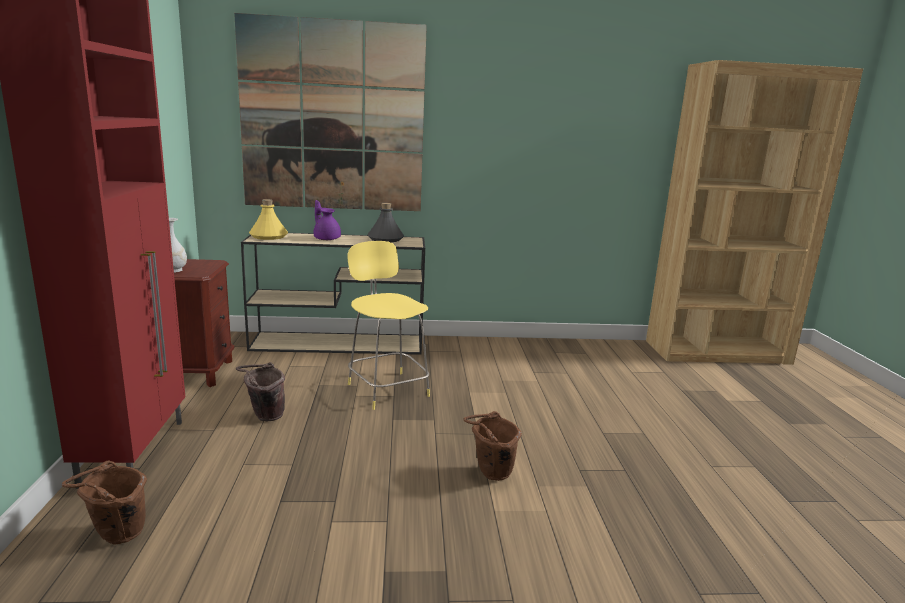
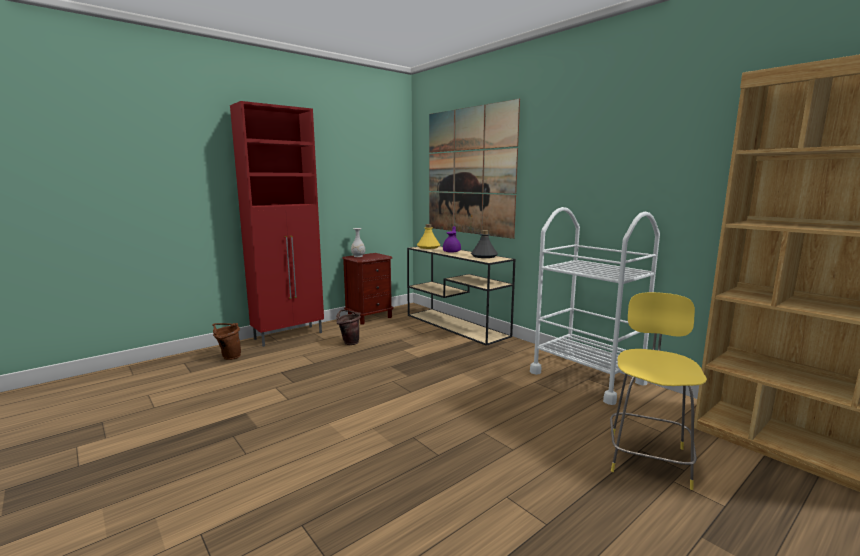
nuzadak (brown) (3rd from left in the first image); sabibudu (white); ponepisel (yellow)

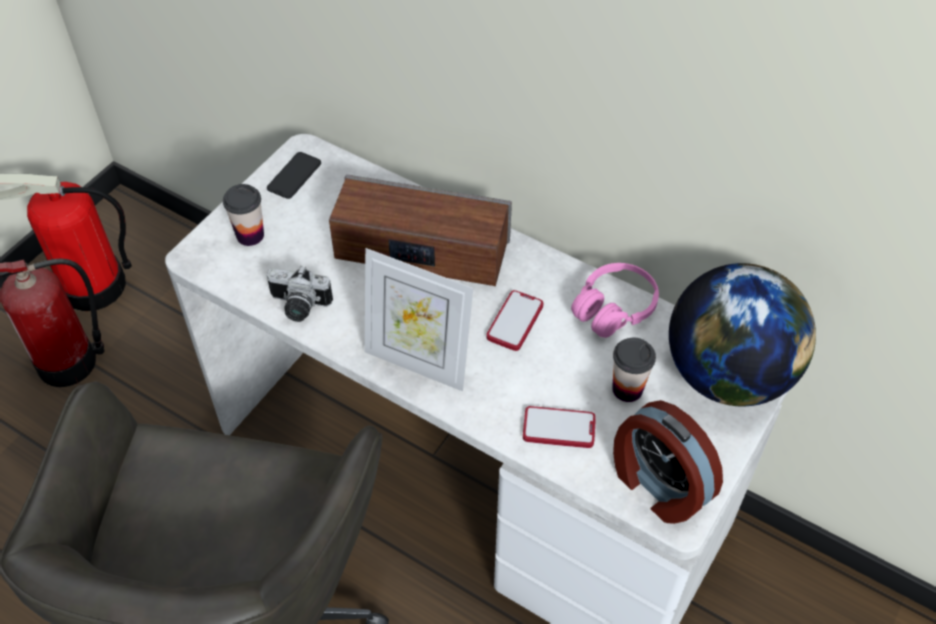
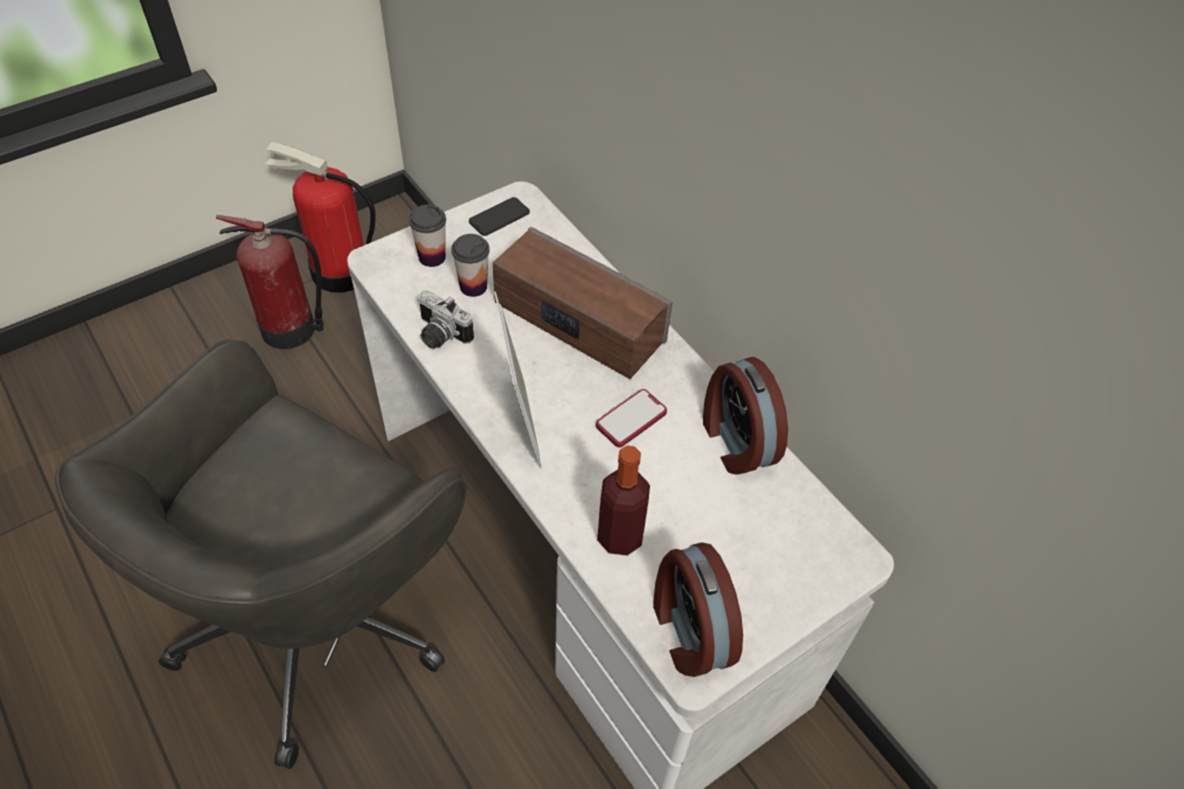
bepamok; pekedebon (2nd from left); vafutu; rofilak (2nd from left); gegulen

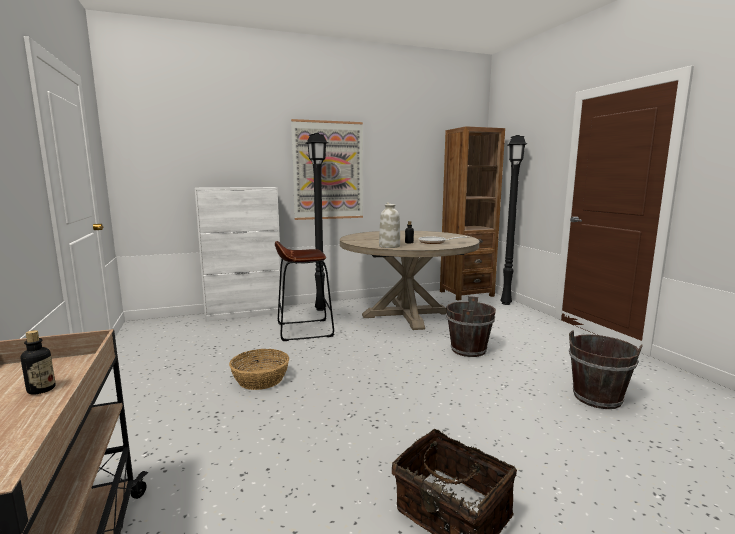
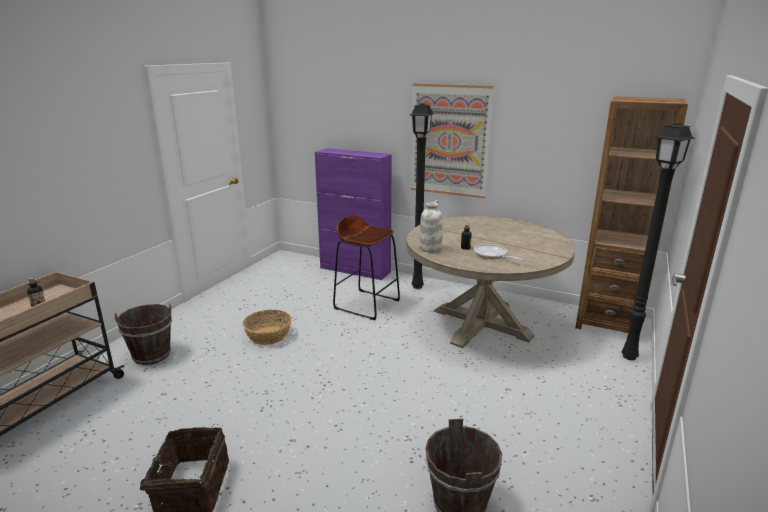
nuzadak (brown) (1st from left); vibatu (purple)

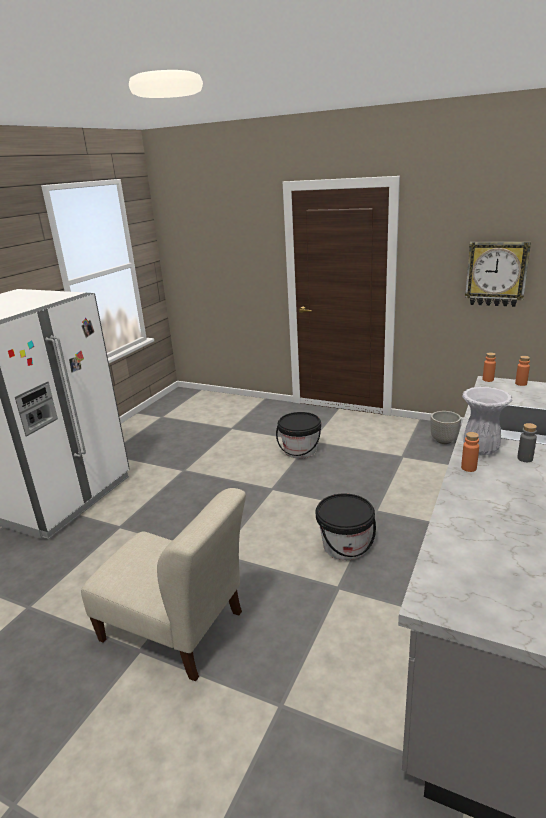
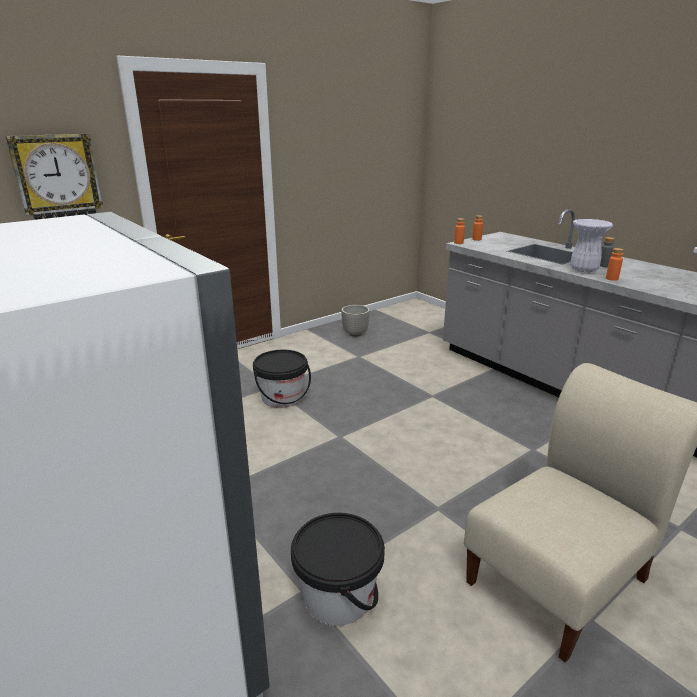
nuzadak (black) (2nd from left); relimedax

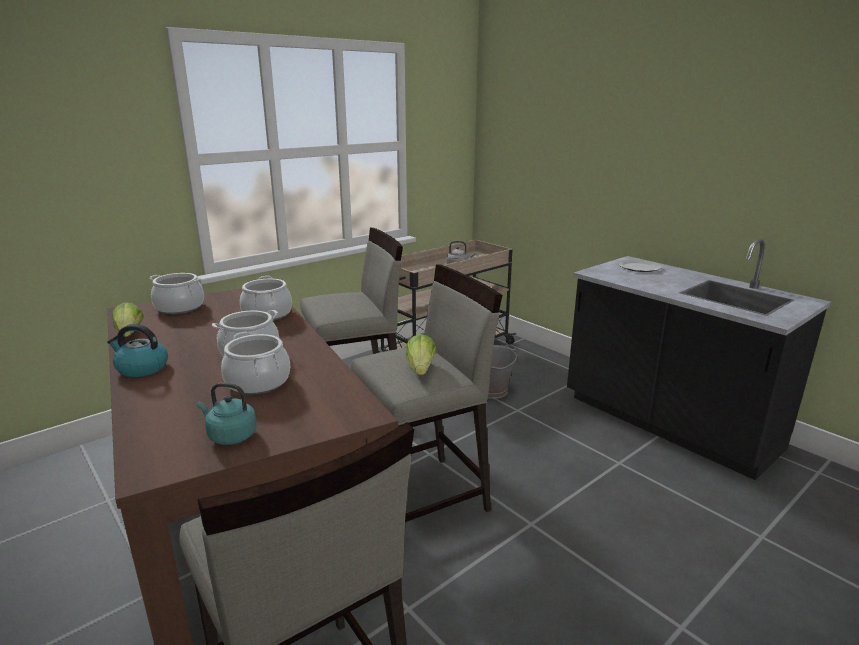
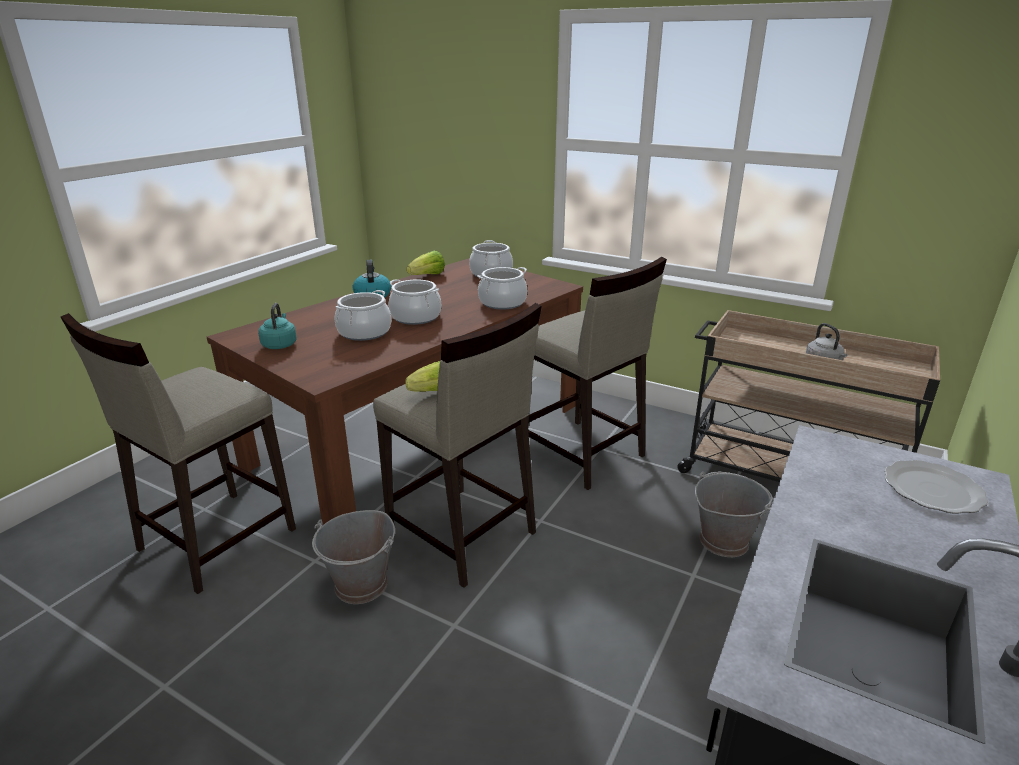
nuzadak (grey) (1st from left)

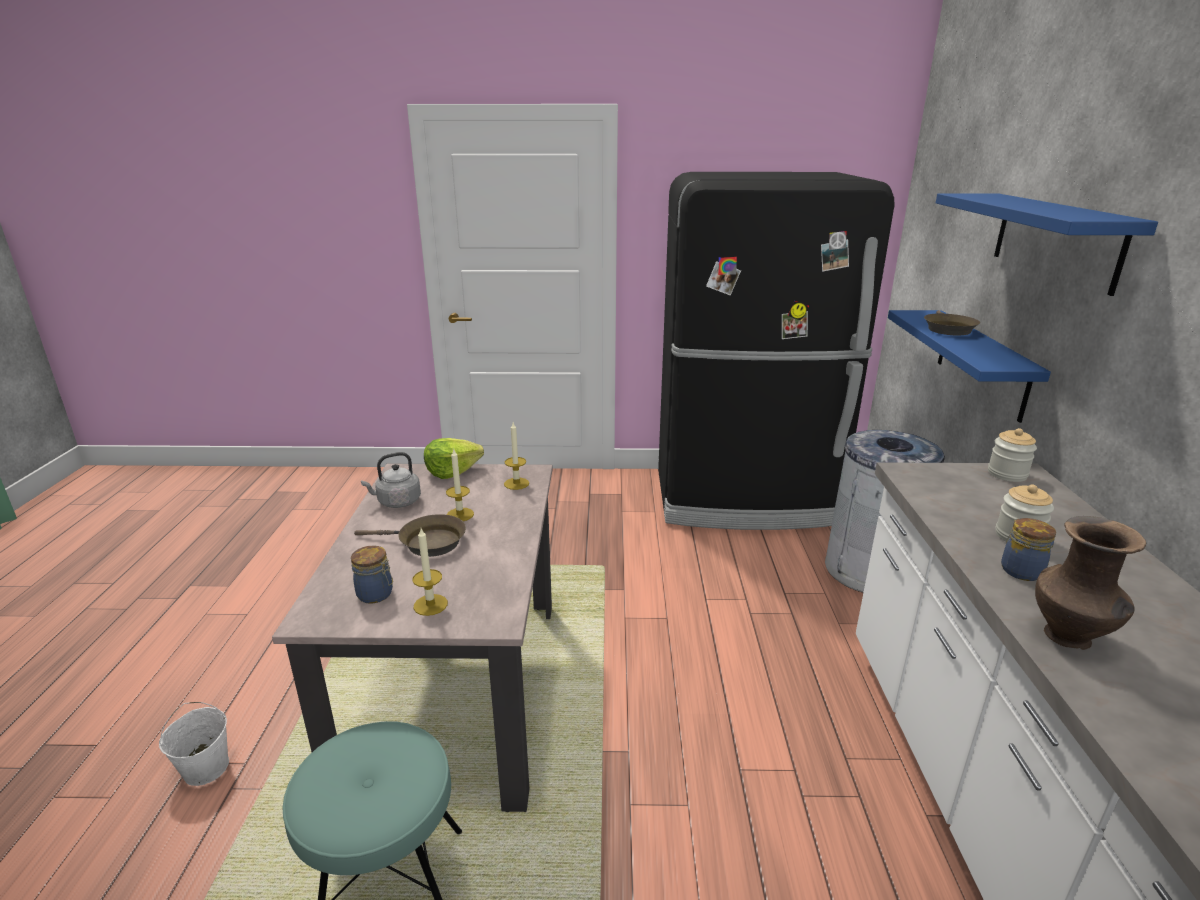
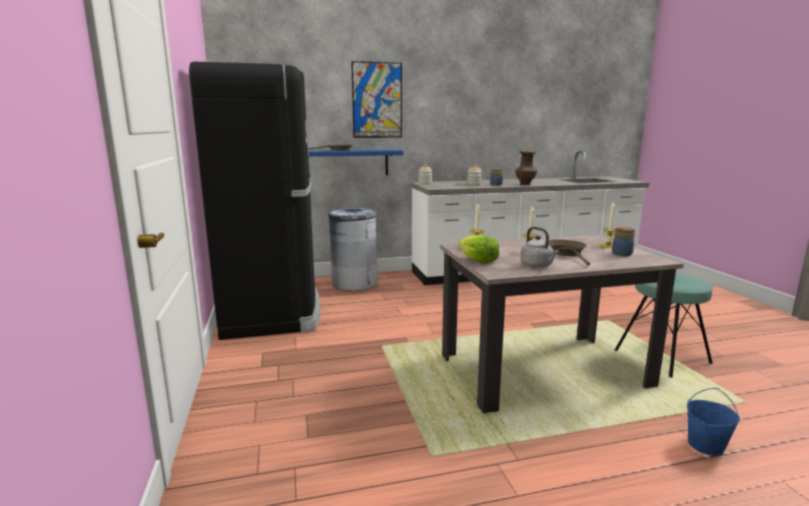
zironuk; nuzadak (blue)

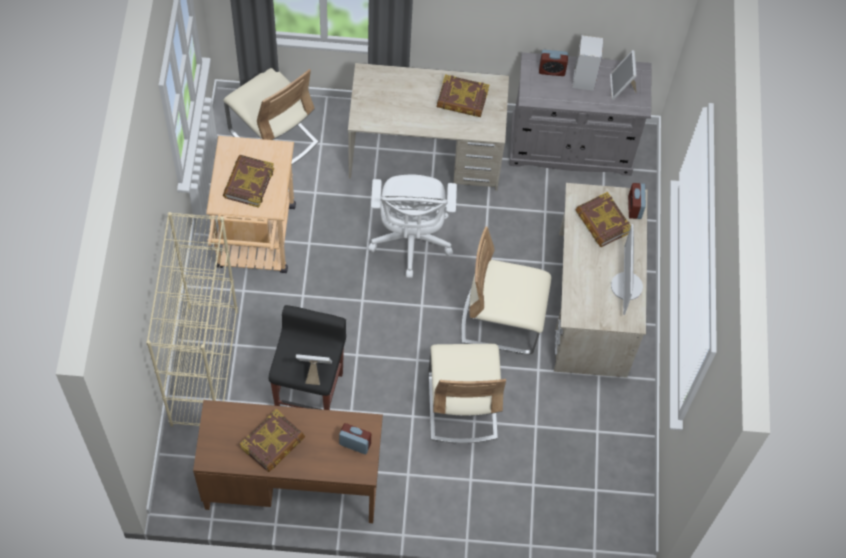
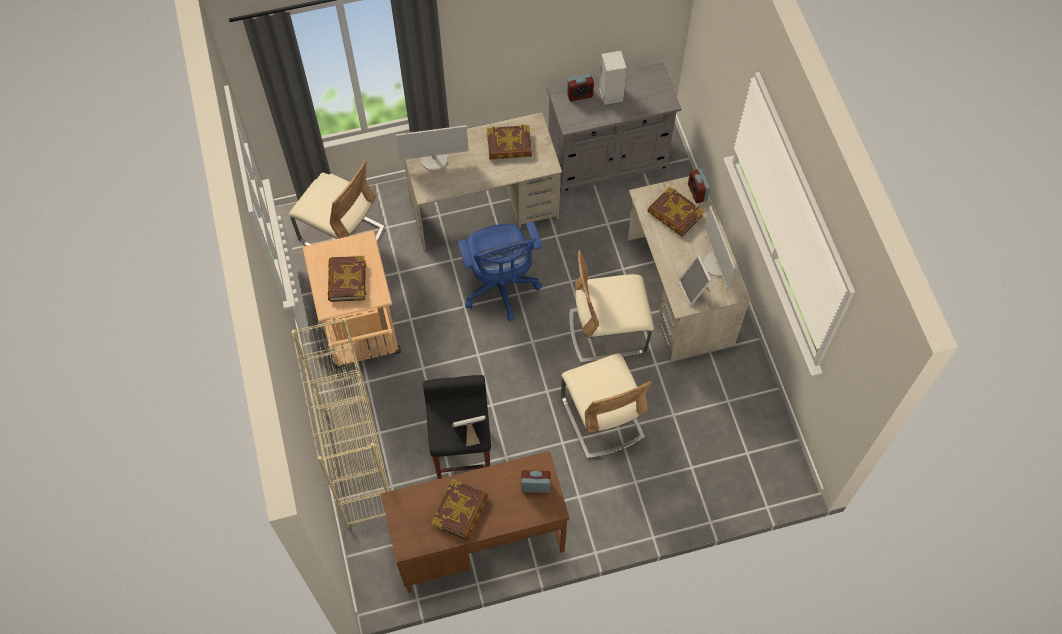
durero (1st from left); gegulen (2nd from left); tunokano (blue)

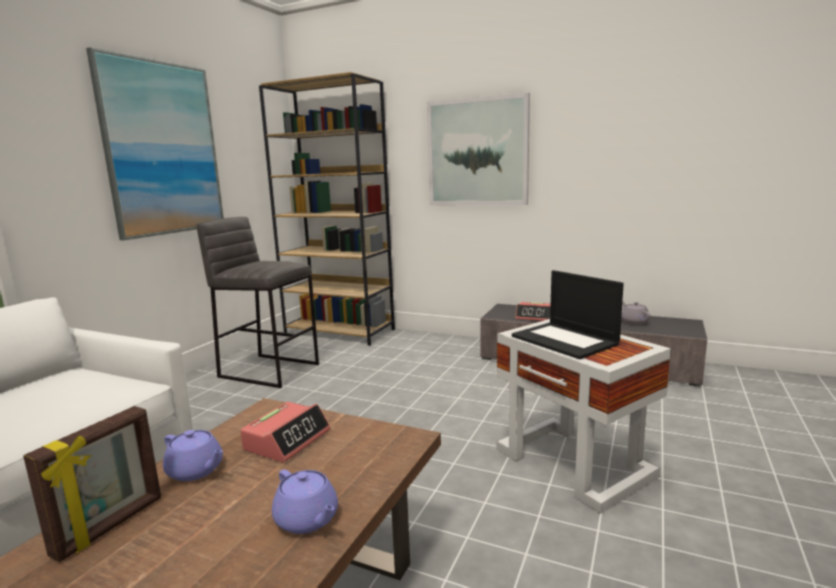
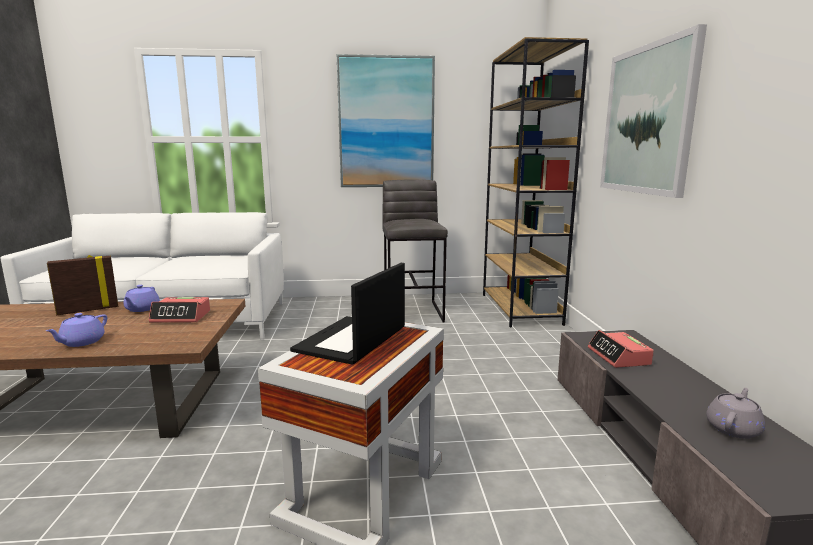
gegulen

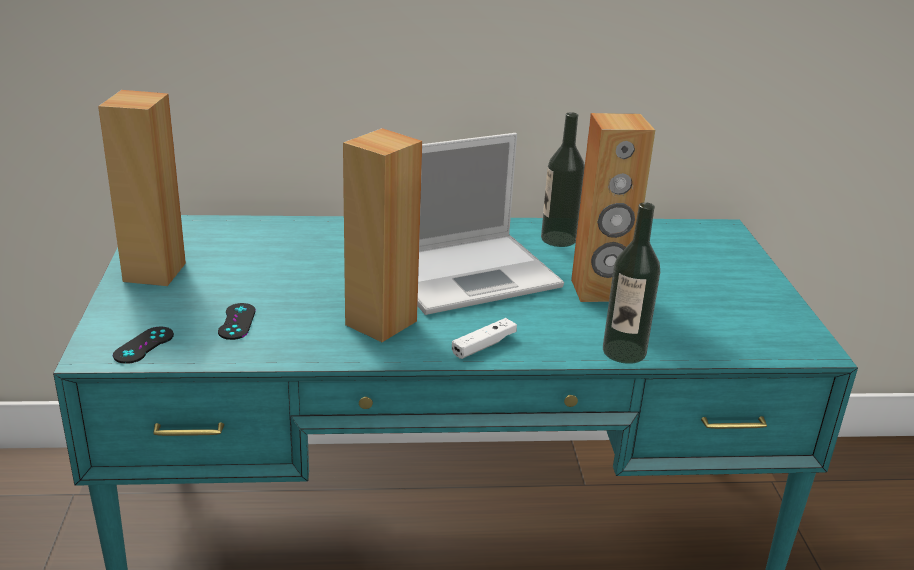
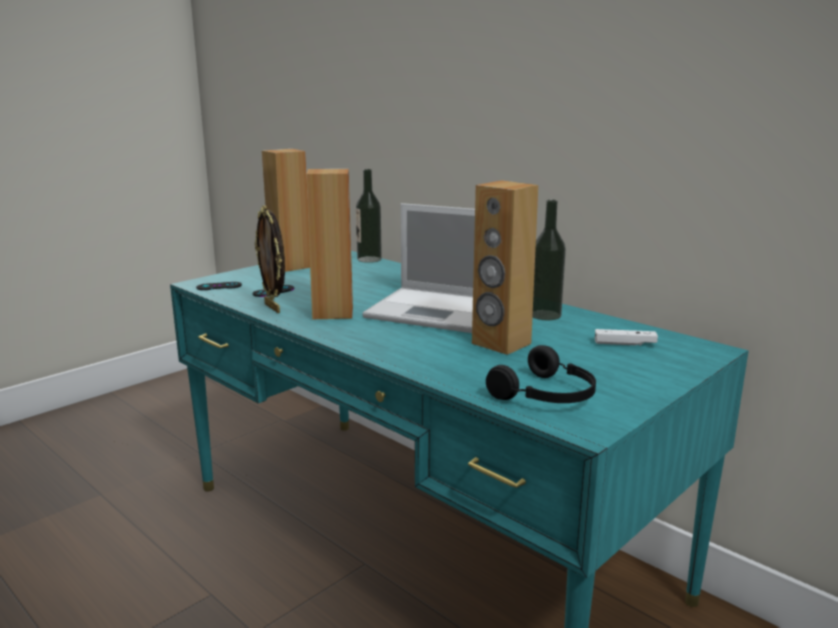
gegulen; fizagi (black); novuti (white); vafutu (1st from left)

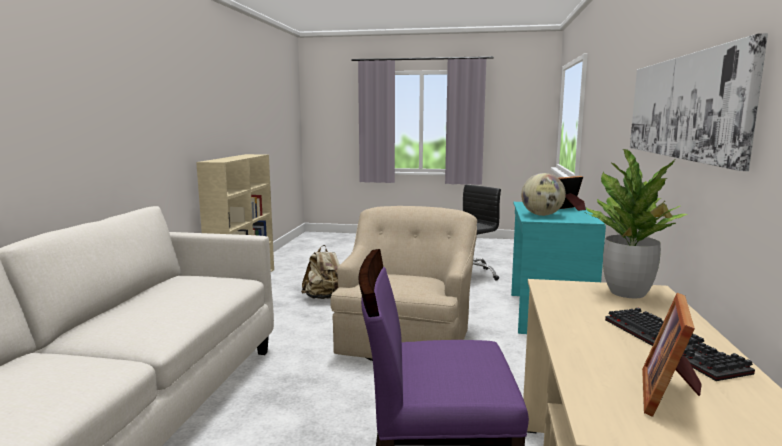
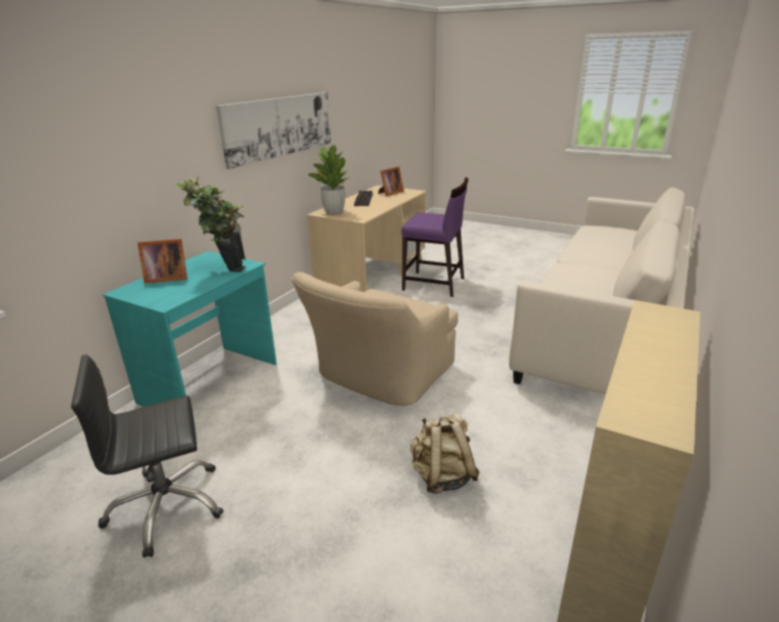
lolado (1st from left)

